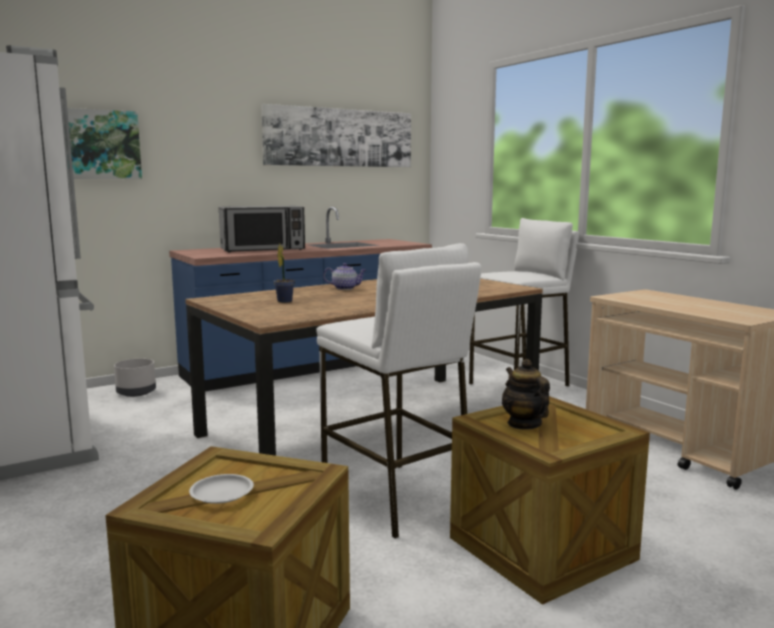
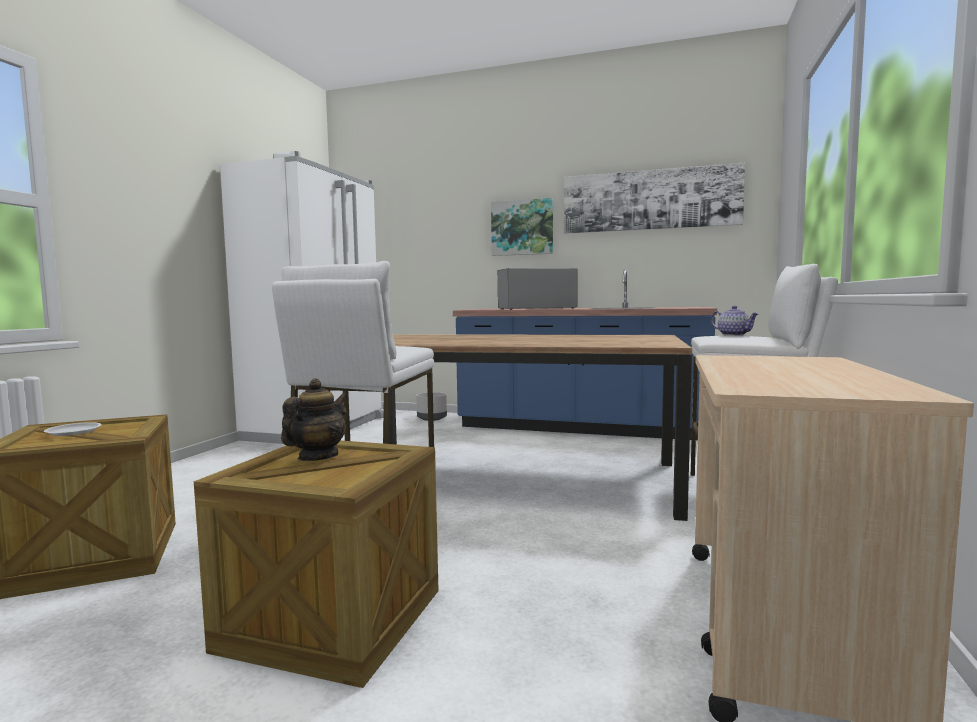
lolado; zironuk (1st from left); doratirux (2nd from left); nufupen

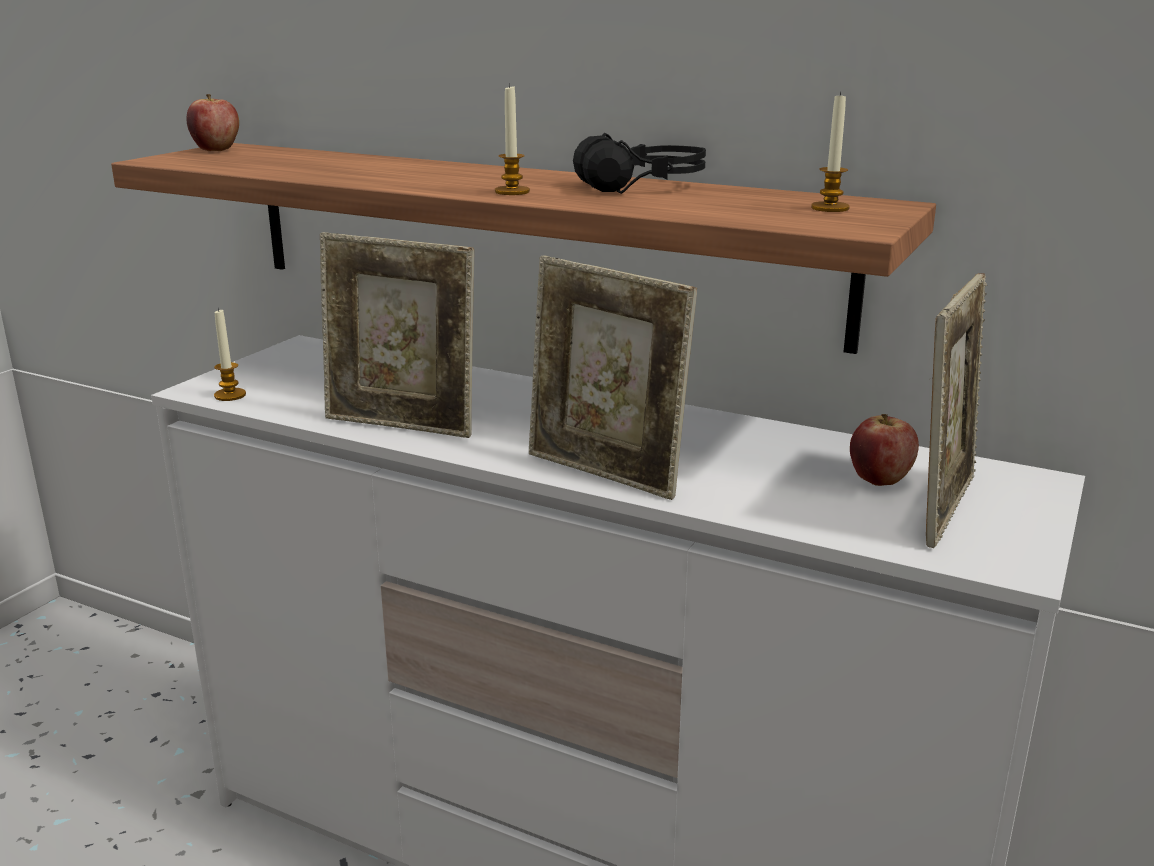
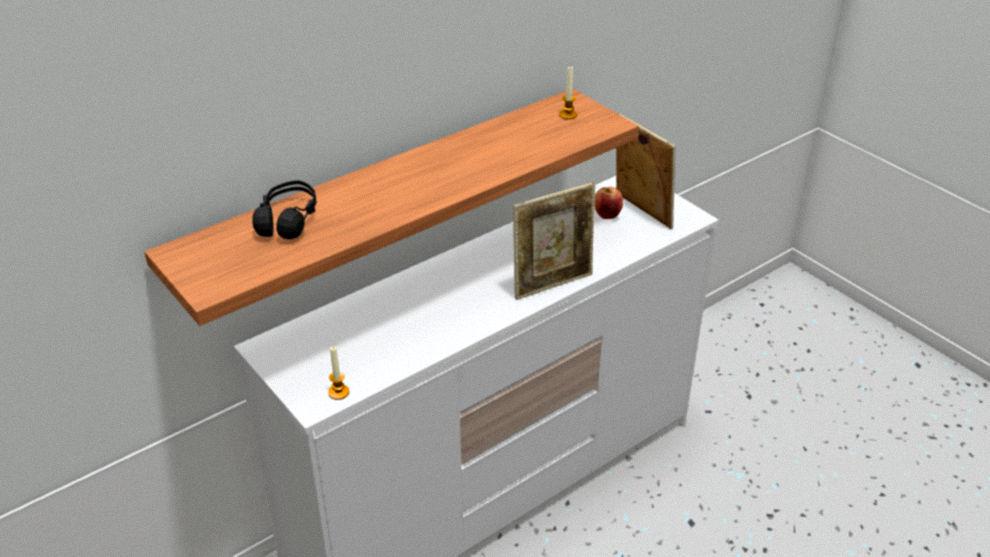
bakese (1st from left in the first image); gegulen (1st from left in the first image); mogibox (2nd from left in the first image); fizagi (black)

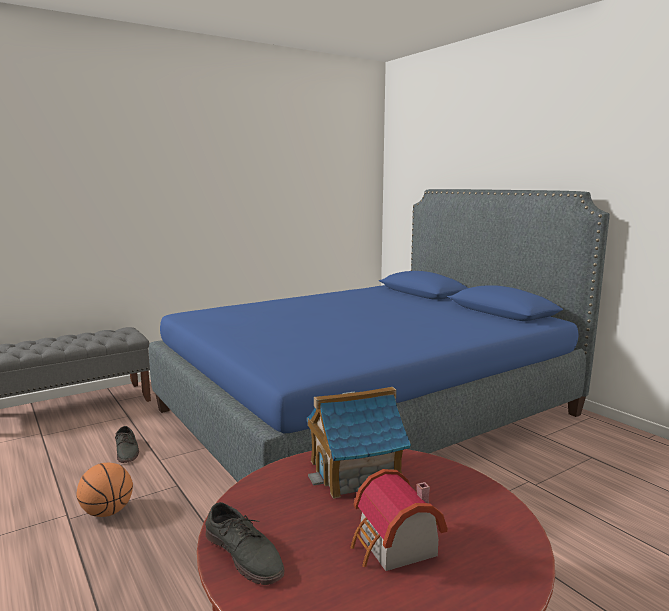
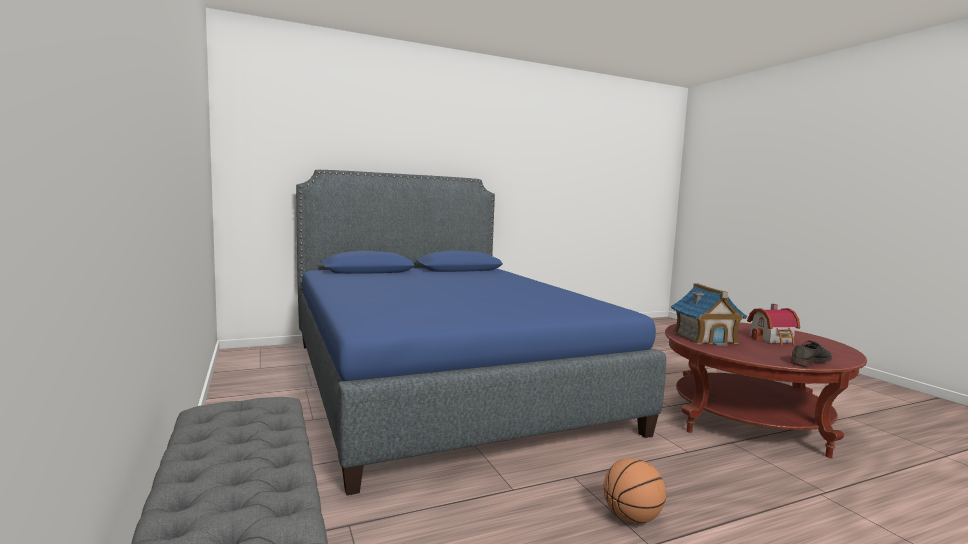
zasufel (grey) (1st from left in the first image)

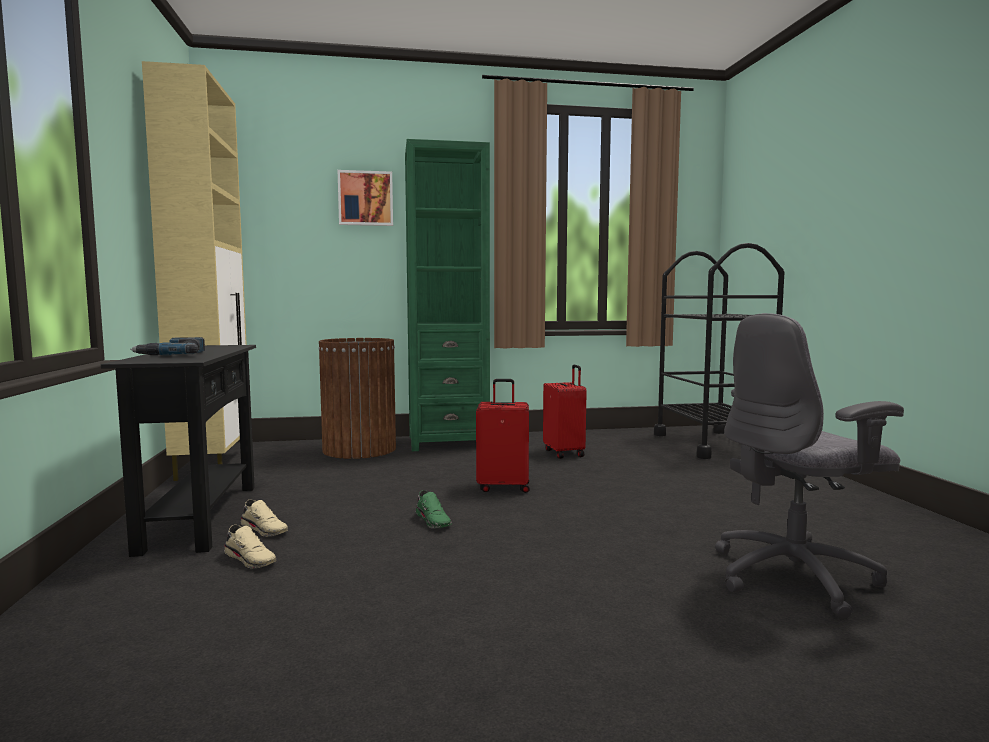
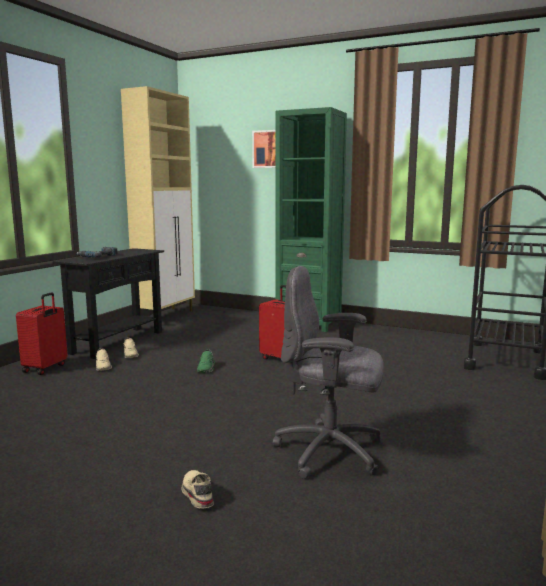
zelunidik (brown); zasufel (beige) (3rd from left); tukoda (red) (1st from left)

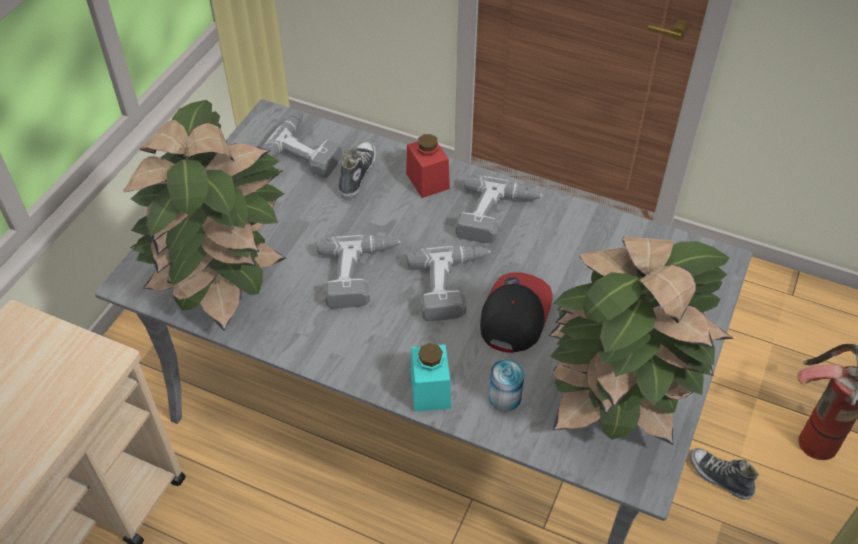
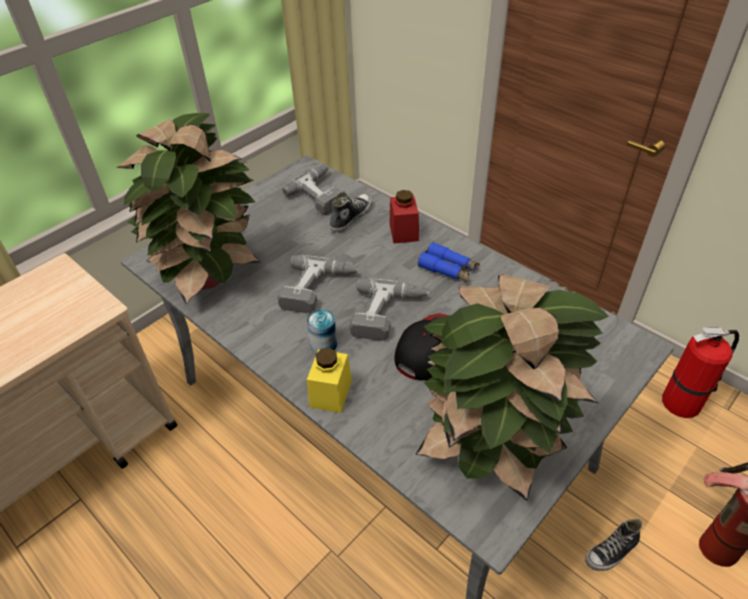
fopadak (1st from left); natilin; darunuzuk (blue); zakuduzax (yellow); zasufel (2nd from left)

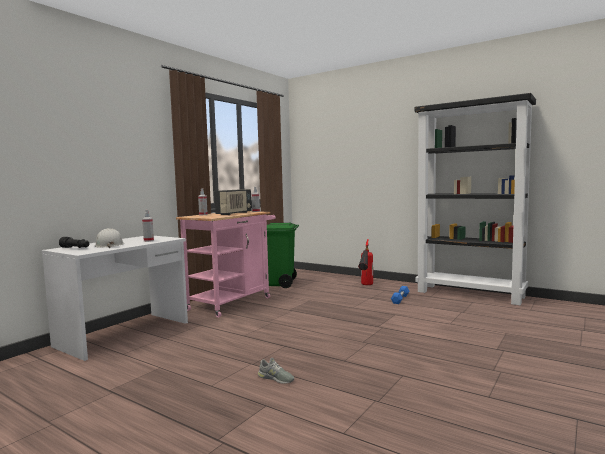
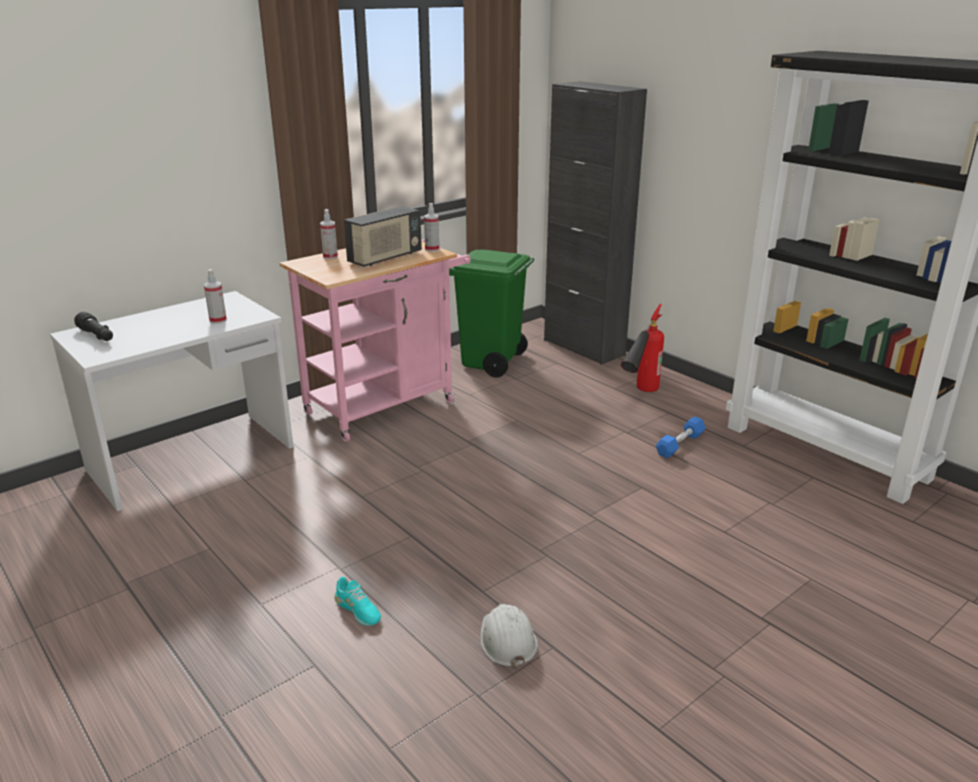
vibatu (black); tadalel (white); zasufel (turquoise)

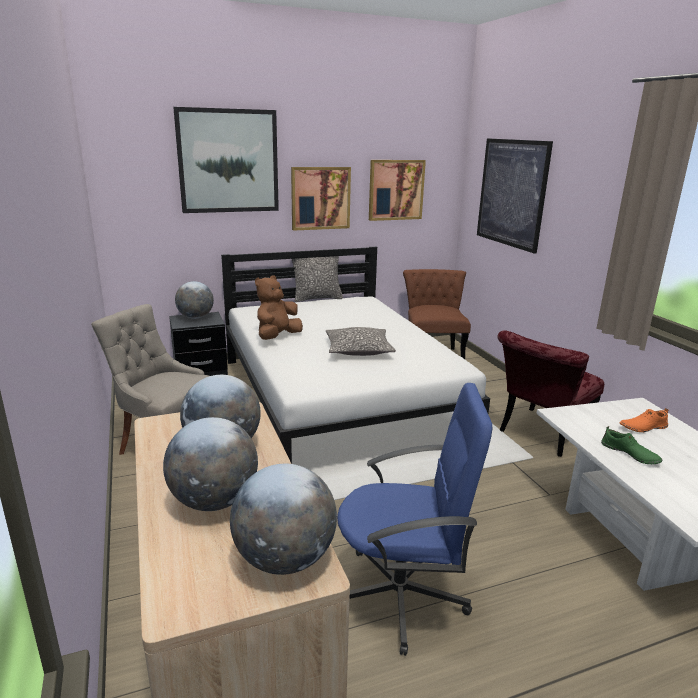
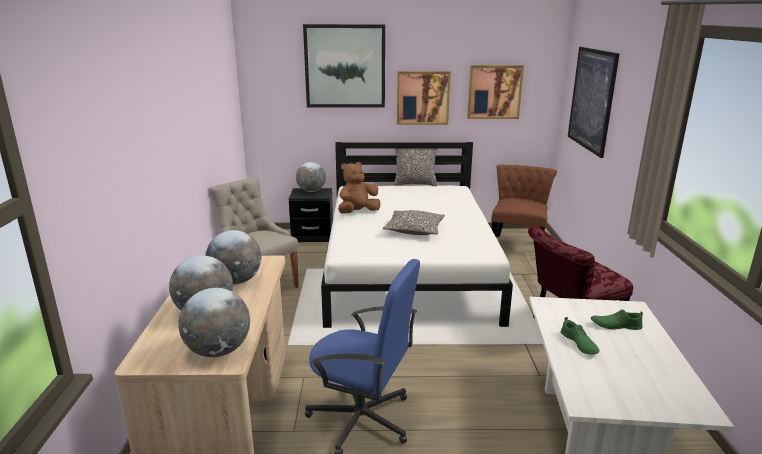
zasufel (green) (2nd from left)

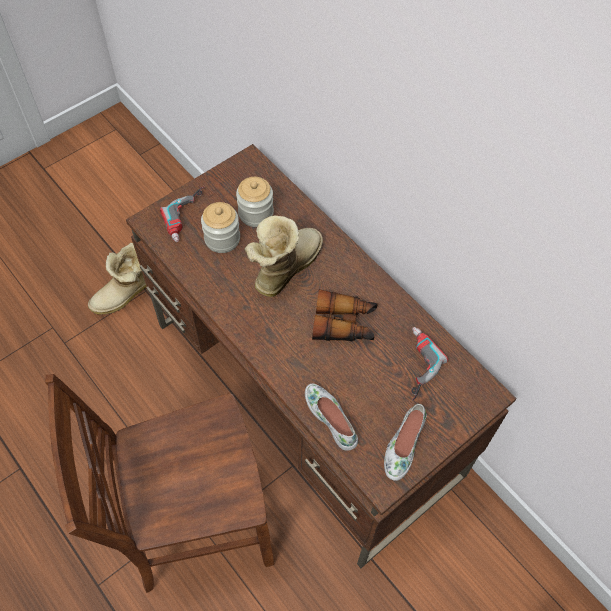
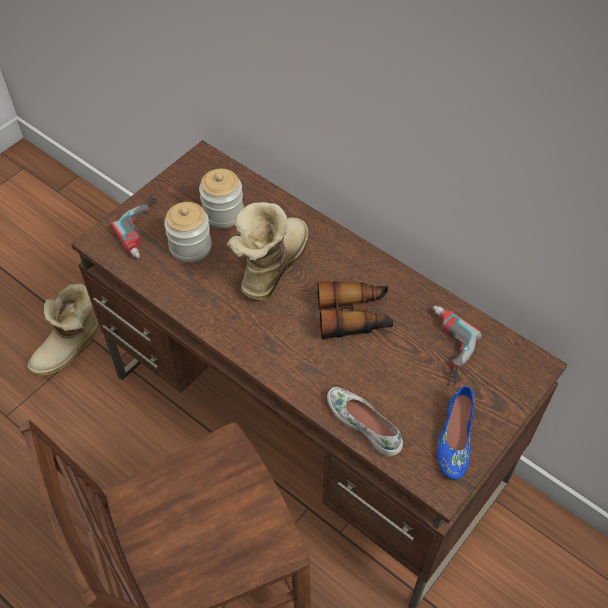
zasufel (blue)

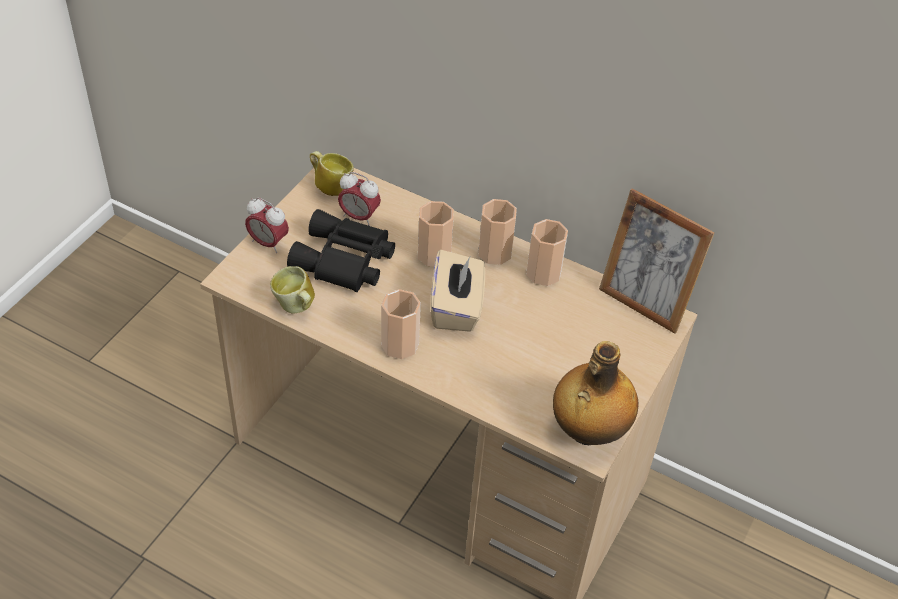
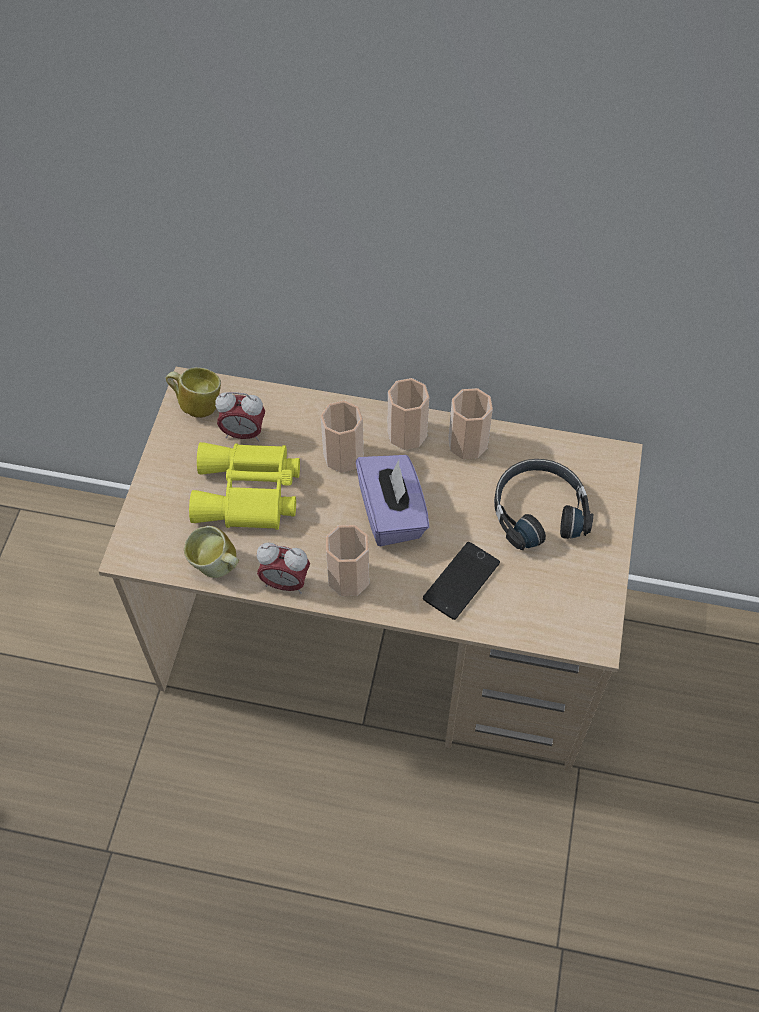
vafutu; gegulen; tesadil; fizagi (black); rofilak (2nd from left); darunuzuk (yellow); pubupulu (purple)

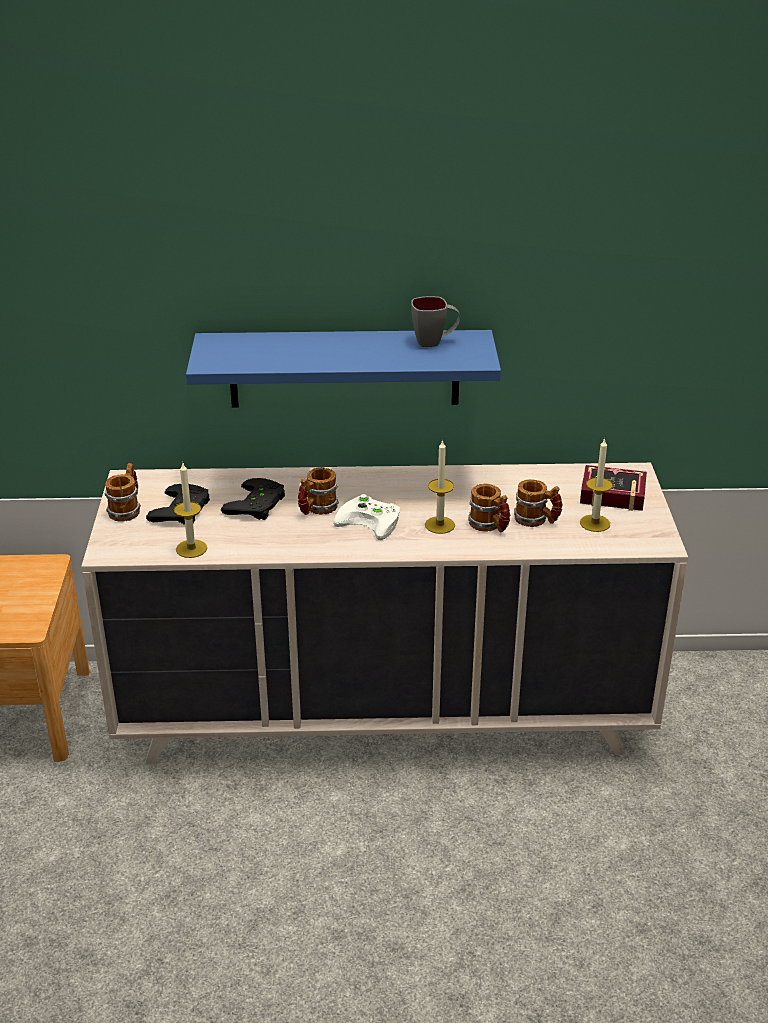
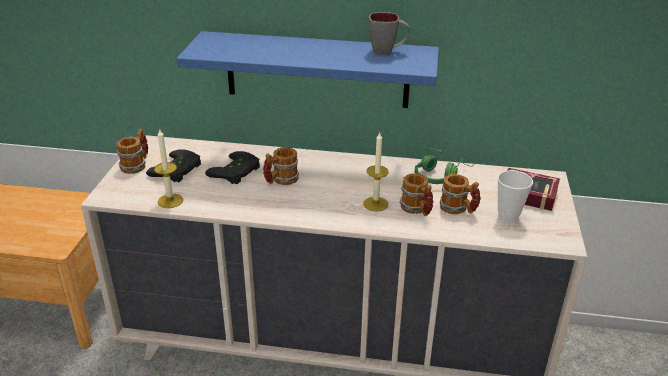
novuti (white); fizagi (green); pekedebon

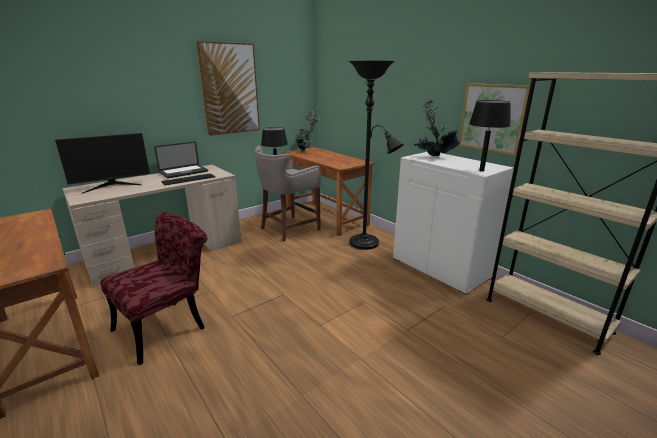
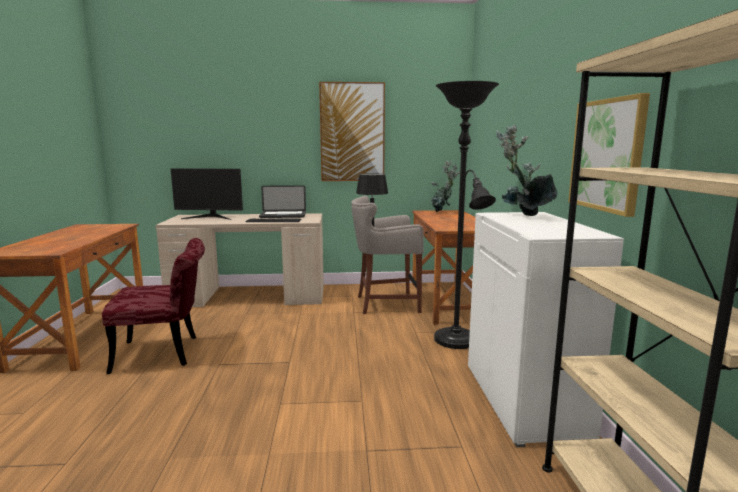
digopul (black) (2nd from left in the first image)

